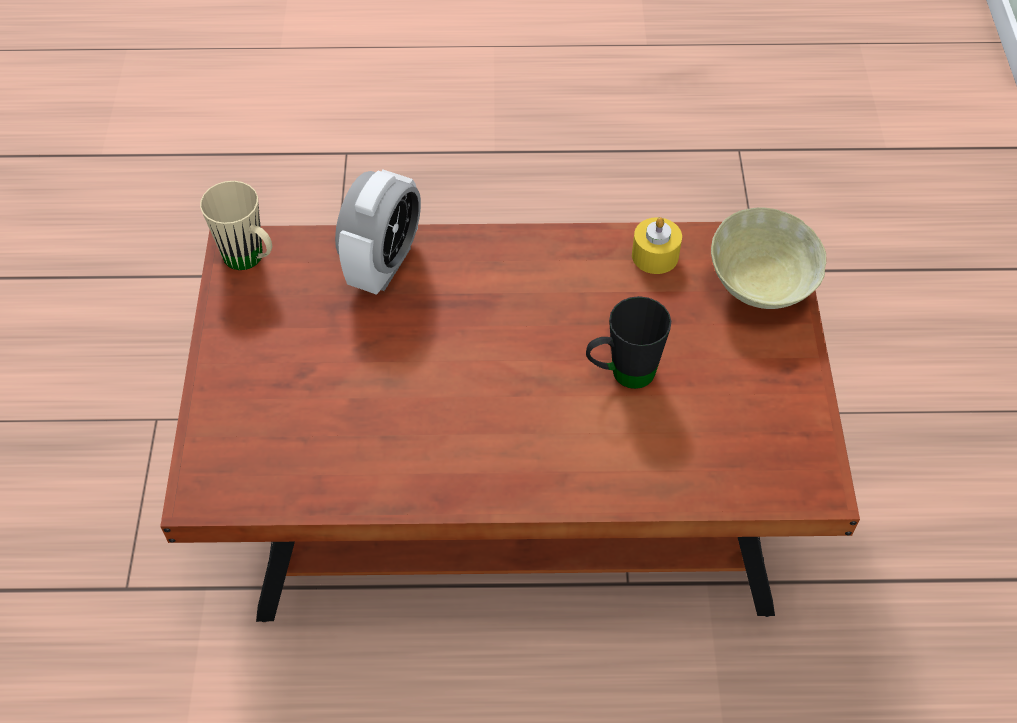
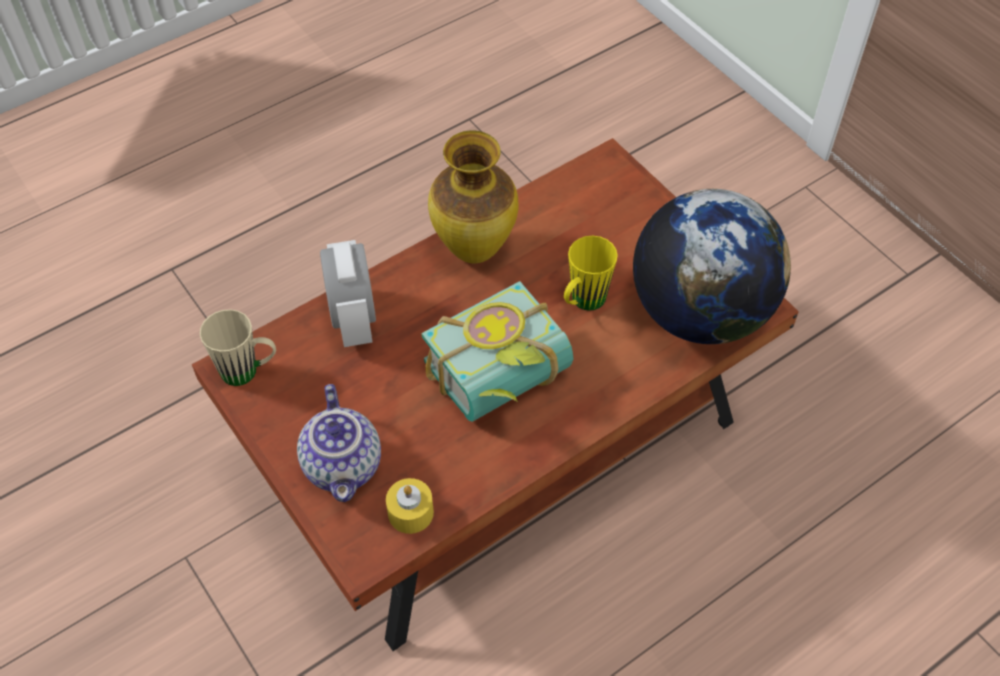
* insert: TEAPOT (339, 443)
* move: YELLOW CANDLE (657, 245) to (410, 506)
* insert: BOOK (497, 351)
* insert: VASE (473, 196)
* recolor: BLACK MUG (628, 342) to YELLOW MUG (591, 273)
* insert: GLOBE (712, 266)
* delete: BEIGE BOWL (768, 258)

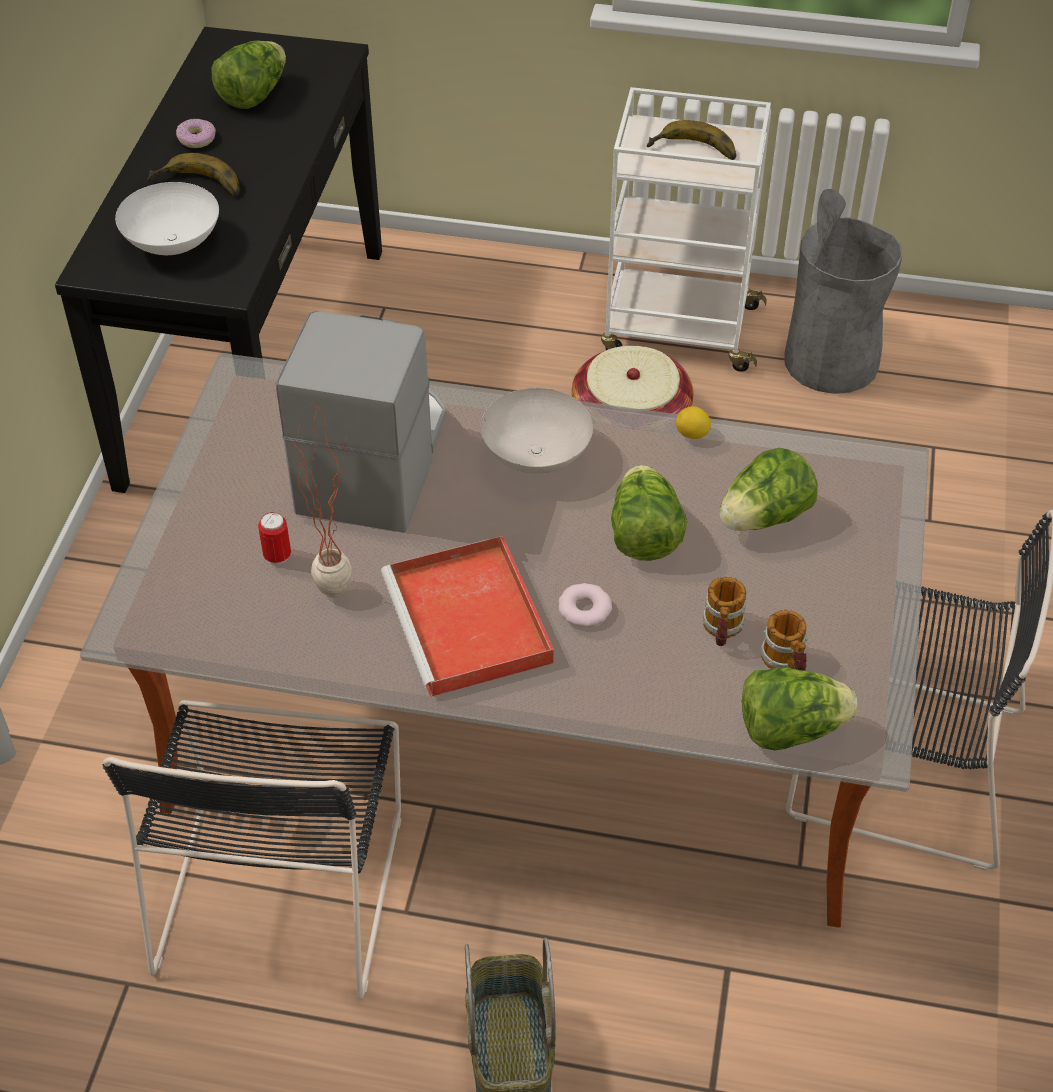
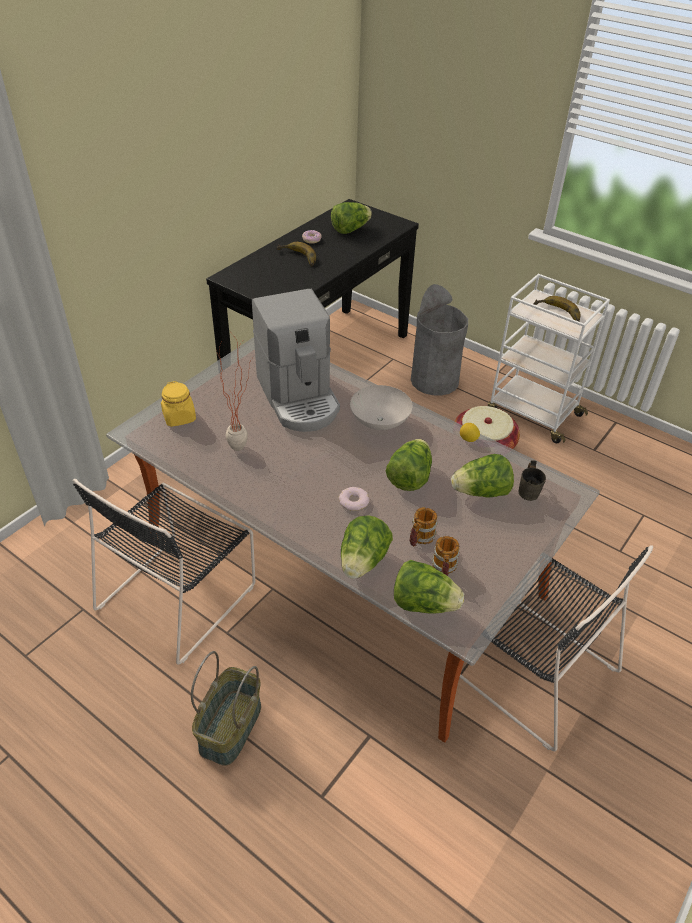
* insert: YELLOW JAR (178, 404)
* rotate: COFFEE MACHINE (361, 422) = (296, 360) 120 degrees clockwise
* insert: LETTUCE (367, 547)
* move: GREY TRASH CAN (843, 291) to (439, 339)
* insert: GREY MUG (532, 480)
* delete: WHITE BOWL (167, 218)
* delete: CAN (274, 538)
* delete: RED TRAY (467, 616)

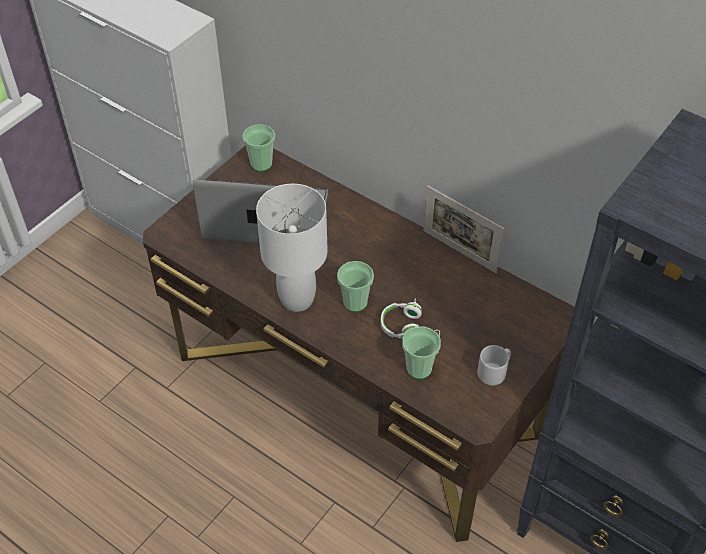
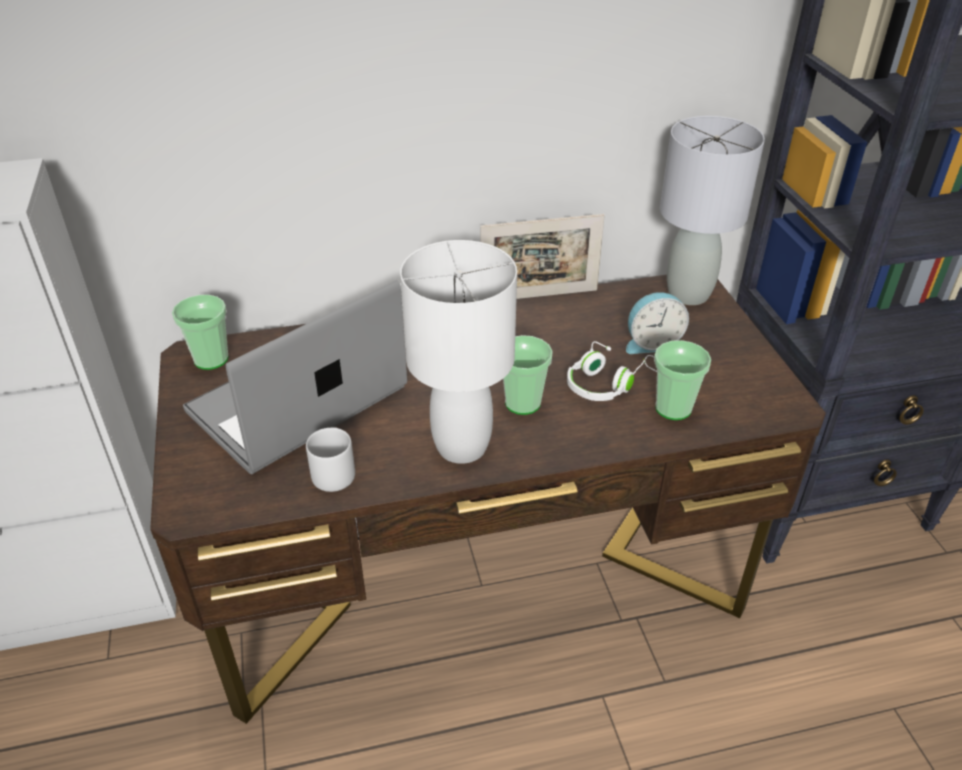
* move: GREY MUG (494, 365) to (330, 459)
* insert: ALARM CLOCK (657, 323)
* insert: GREY TABLE LAMP (712, 210)

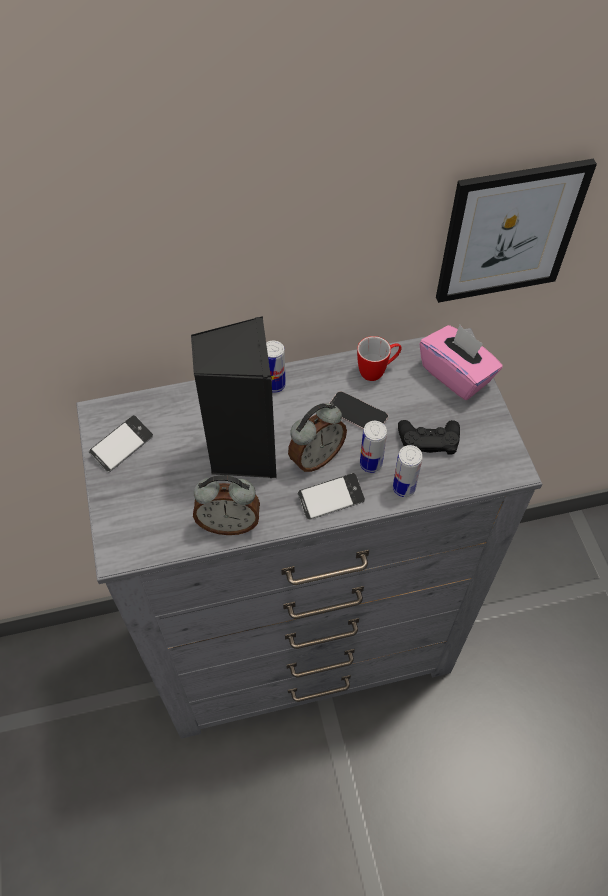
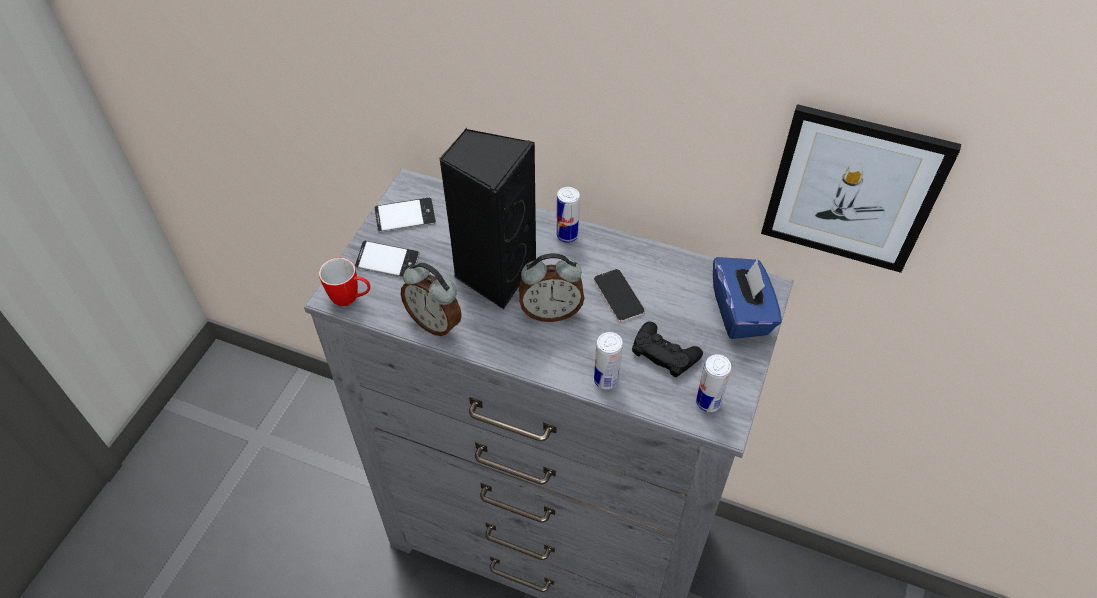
* move: MUG (379, 358) to (345, 282)
* move: PHONE (331, 496) to (387, 259)
* move: CAN (373, 447) to (713, 383)
* recolor: PINK TISSUE BOX (461, 362) to BLUE TISSUE BOX (747, 298)

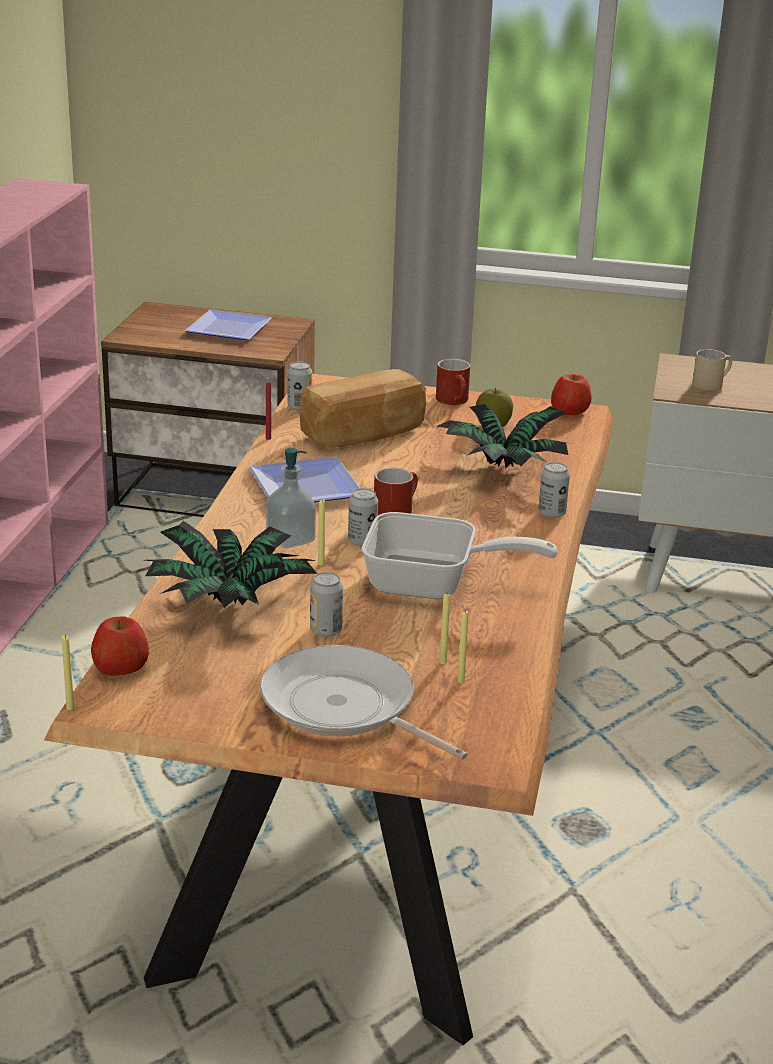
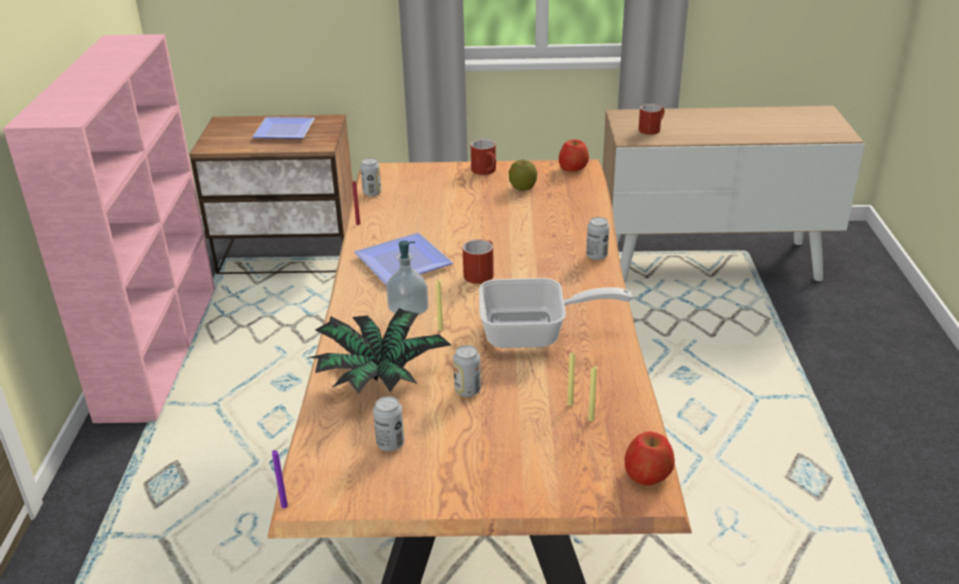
* recolor: YELLOW CANDLE (68, 672) to PURPLE CANDLE (280, 479)
* move: CAN (363, 517) to (389, 423)
* move: APPLE (120, 646) to (650, 458)
* recolor: BEIGE MUG (712, 370) to RED MUG (651, 119)
* delete: FRYING PAN (364, 702)
* delete: BREAD (362, 408)
* delete: POTTED PLANT (504, 436)

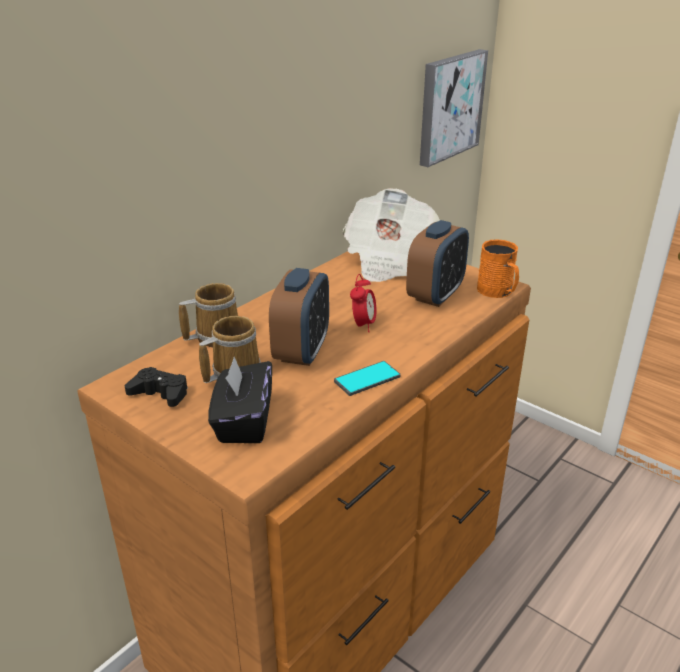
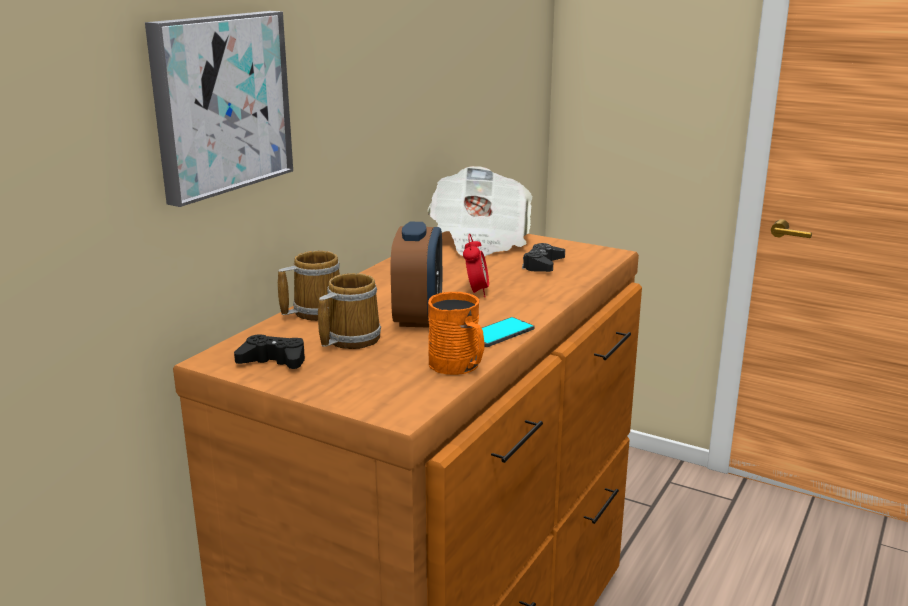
* move: PICTURE (454, 108) to (219, 109)
* move: ORANGE MUG (498, 269) to (456, 333)
* replace: ALARM CLOCK (437, 263) to BLACK GAME CONTROLLER (543, 257)
* delete: BLACK TISSUE BOX (240, 400)

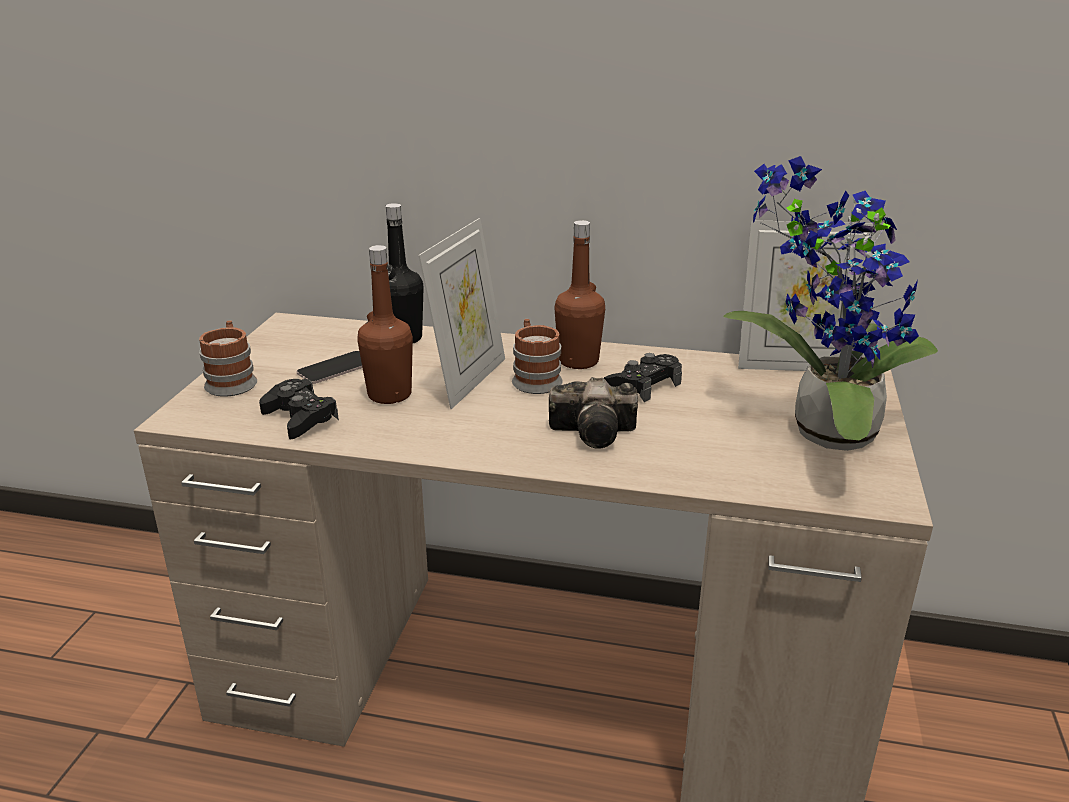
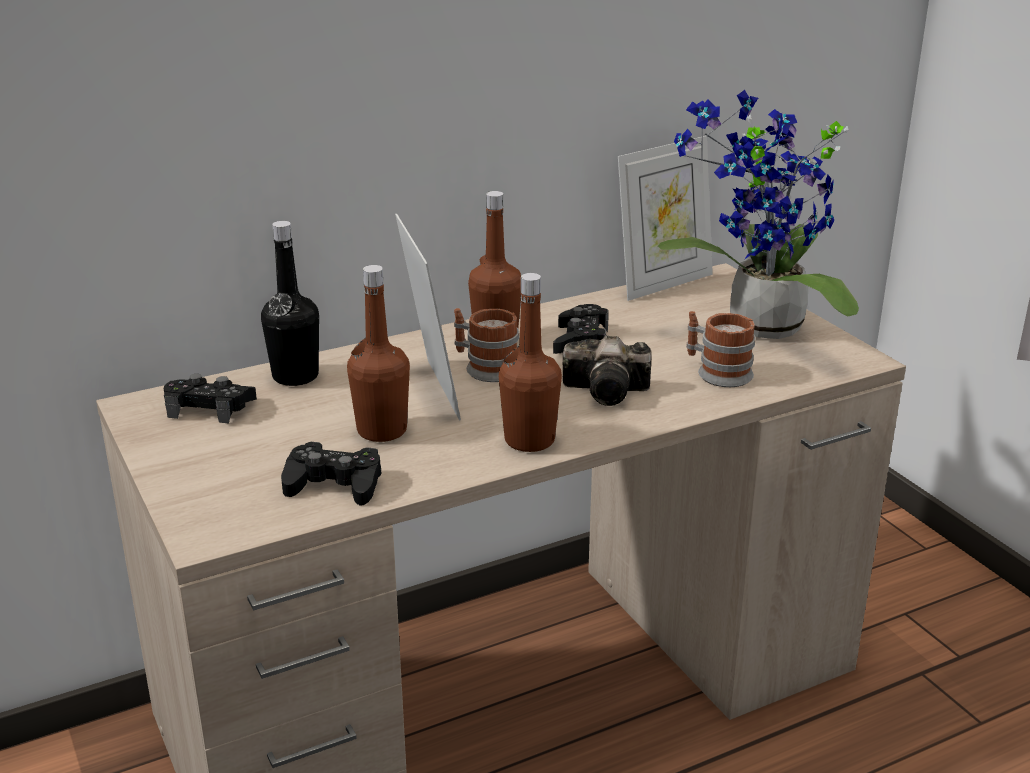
* insert: BLACK GAME CONTROLLER (210, 399)
* insert: BROWN BOTTLE (530, 362)
* rotate: PHOTO CAMERA (593, 413) = (607, 370) 45 degrees clockwise
* move: MUG (228, 358) to (721, 349)
* delete: PHONE (329, 367)

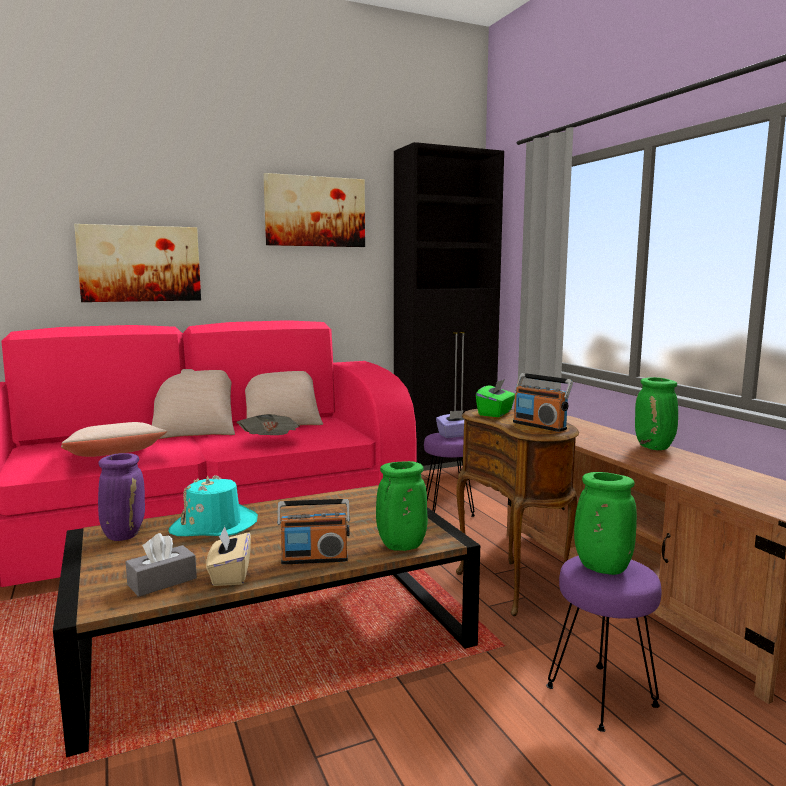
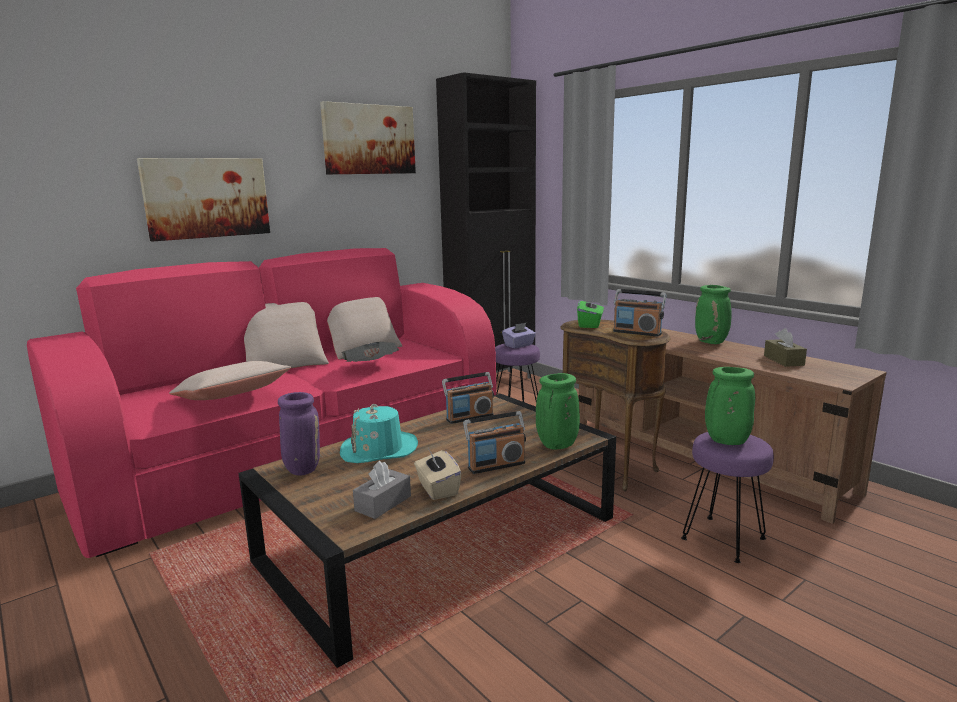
* insert: RADIO (468, 398)
* insert: BROWN TISSUE BOX (785, 347)

